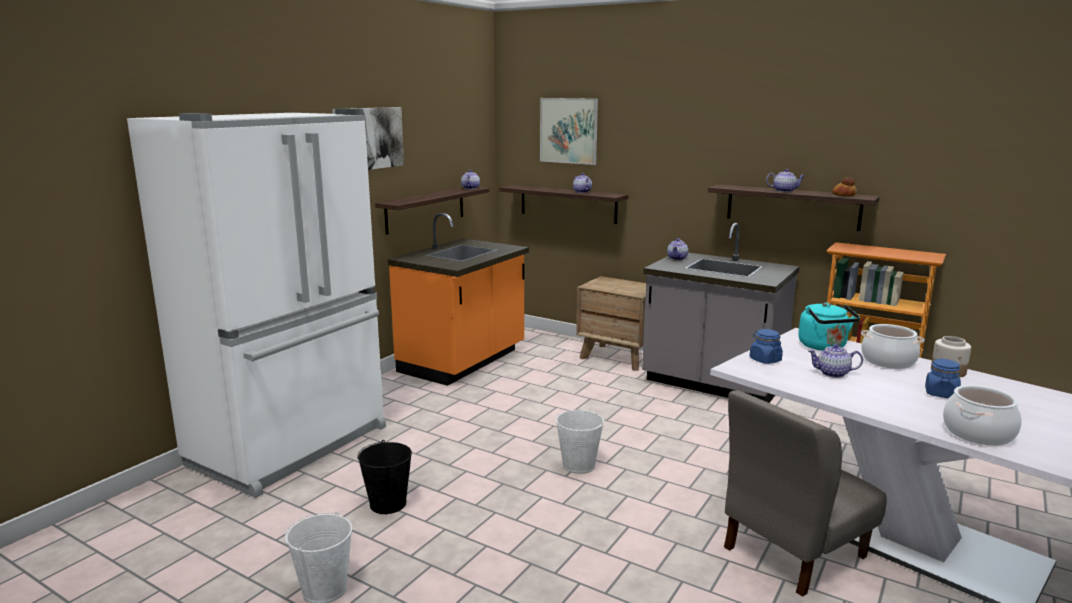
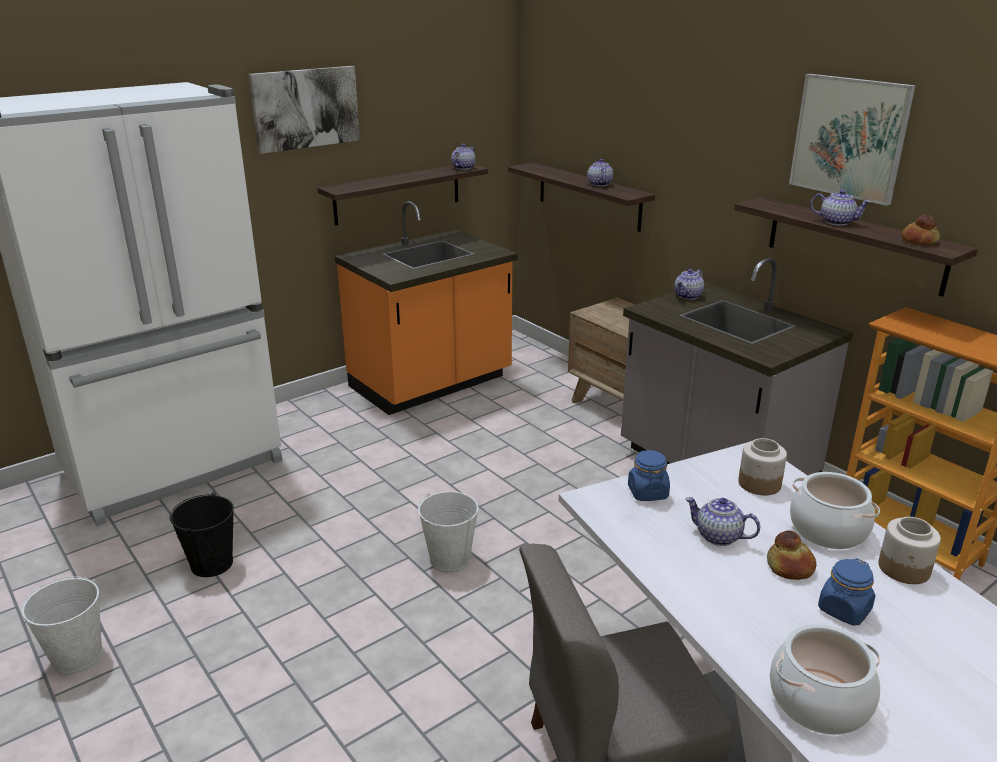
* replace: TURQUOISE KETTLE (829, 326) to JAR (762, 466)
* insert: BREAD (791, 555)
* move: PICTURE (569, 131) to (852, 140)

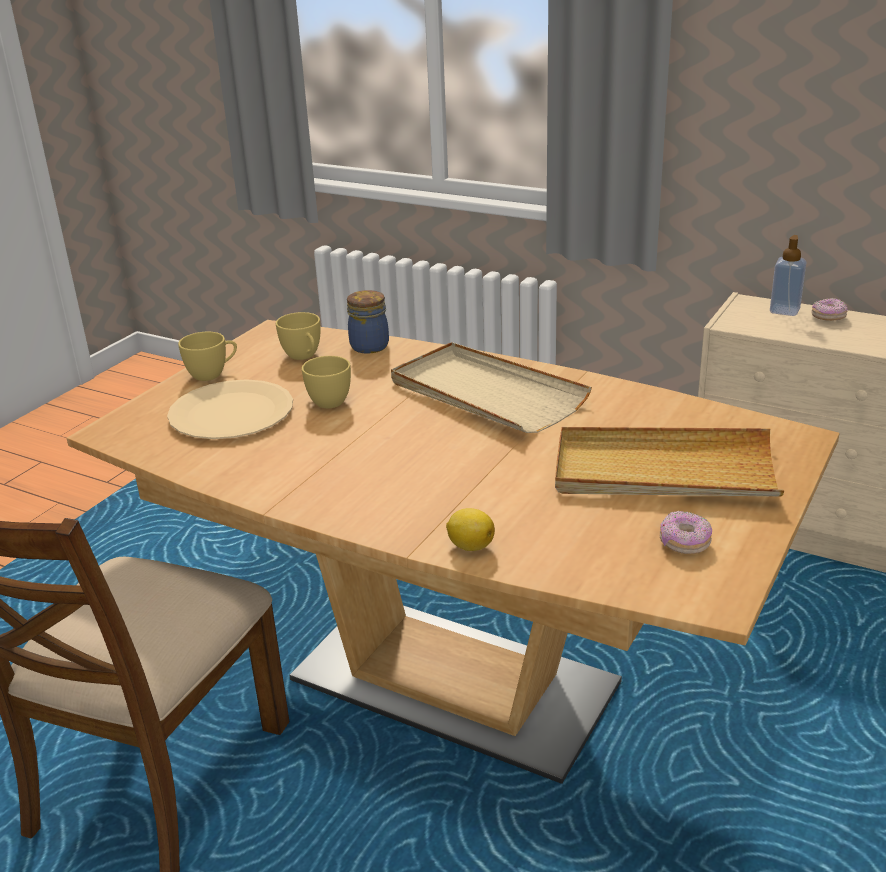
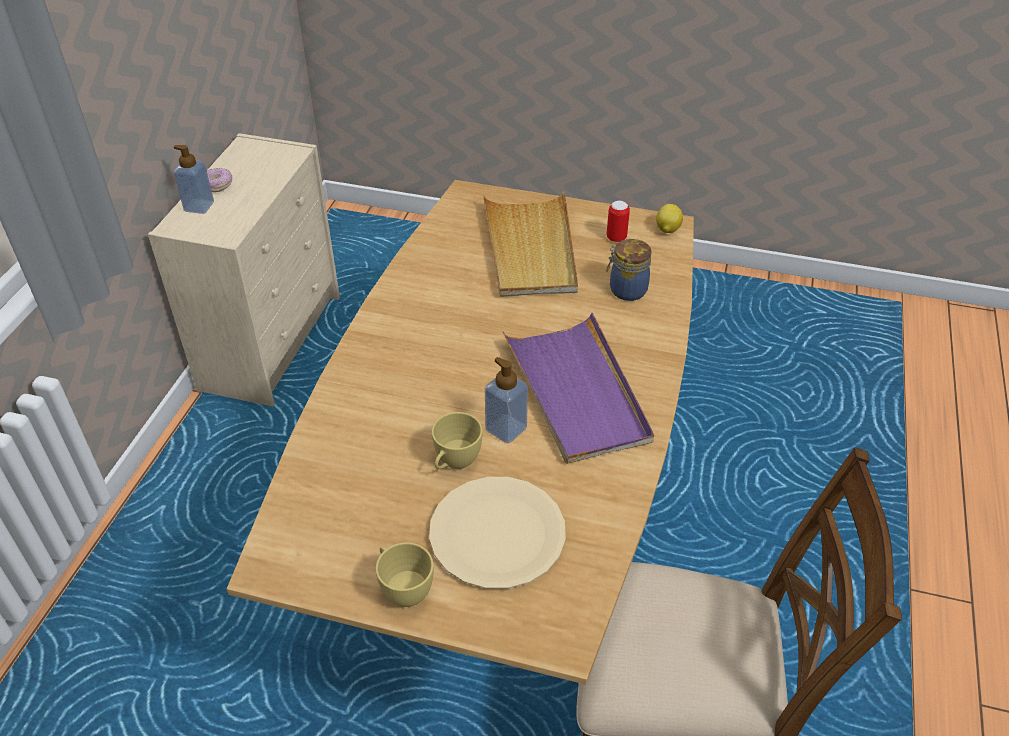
* insert: SOAP DISPENSER (506, 400)
* insert: PURPLE TRAY (578, 388)
* move: JAR (368, 322) to (629, 270)
* replace: DONUT (686, 532) to CAN (618, 221)
* move: LEMON (470, 529) to (669, 218)
* delete: YELLOW CUP (298, 336)
* delete: BEIGE TRAY (491, 387)

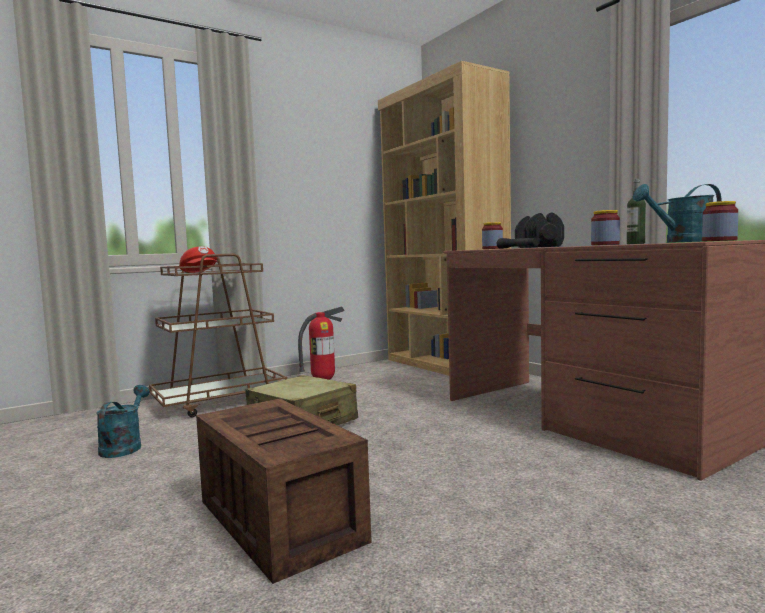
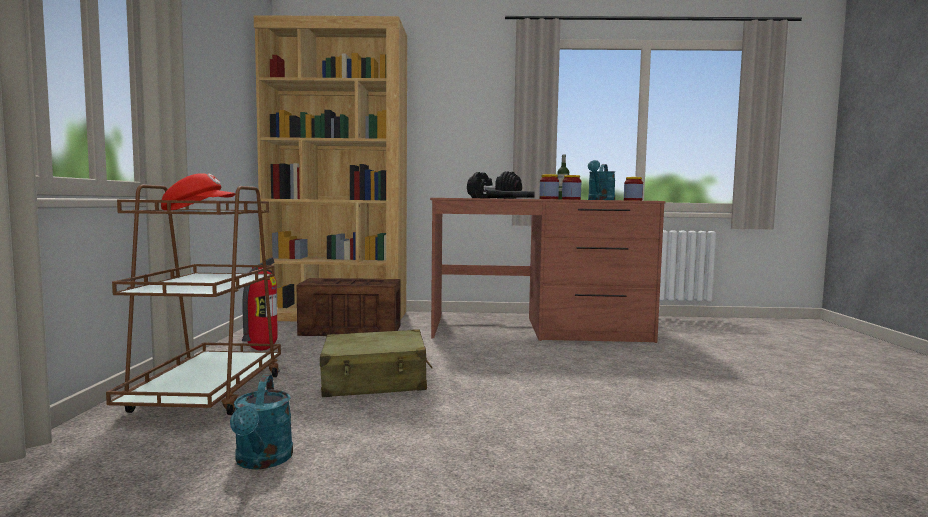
* rotate: TURQUOISE WATERING CAN (123, 421) = (261, 421) 135 degrees counterclockwise
* move: CRATE (284, 491) to (349, 307)
* move: JAR (492, 235) to (549, 186)

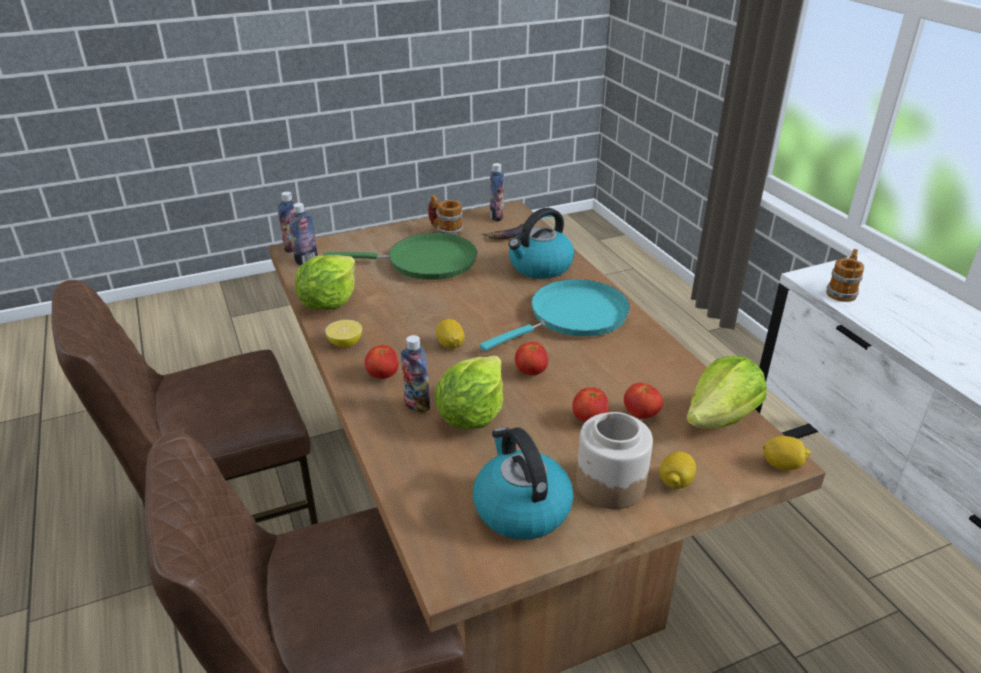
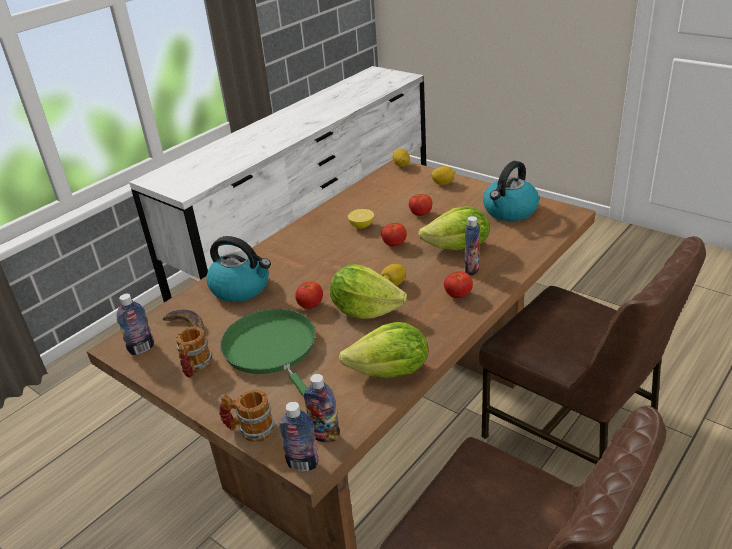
* move: MUG (845, 275) to (247, 415)
* move: TOMATO (643, 401) to (309, 295)
* move: LETTUCE (726, 392) to (368, 291)
* move: LEMON (343, 334) to (361, 219)
* delete: TURQUOISE FRYING PAN (554, 315)
* delete: JAR (614, 460)

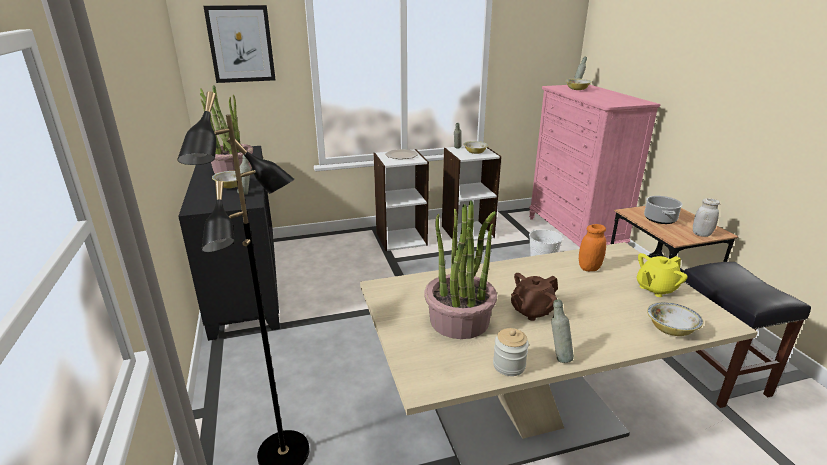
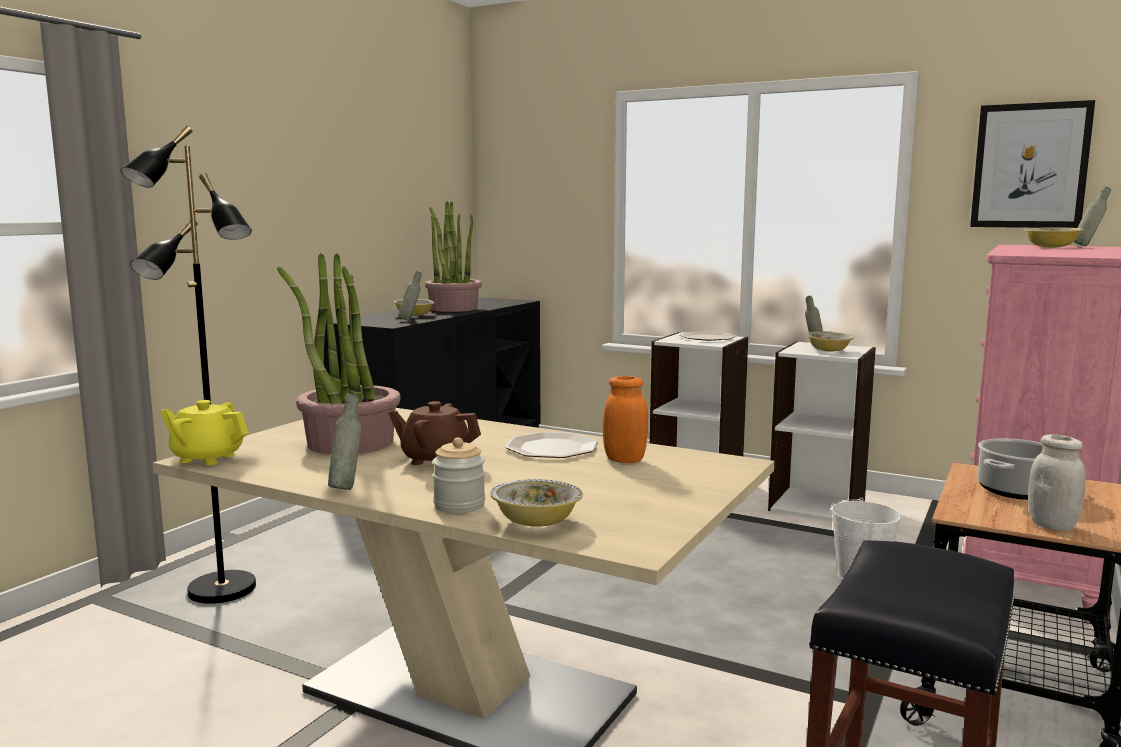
* move: YELLOW TEAPOT (662, 275) to (204, 432)
* move: JAR (511, 352) to (458, 475)
* insert: PLATE (551, 445)
* move: PICTURE (239, 44) to (1032, 164)

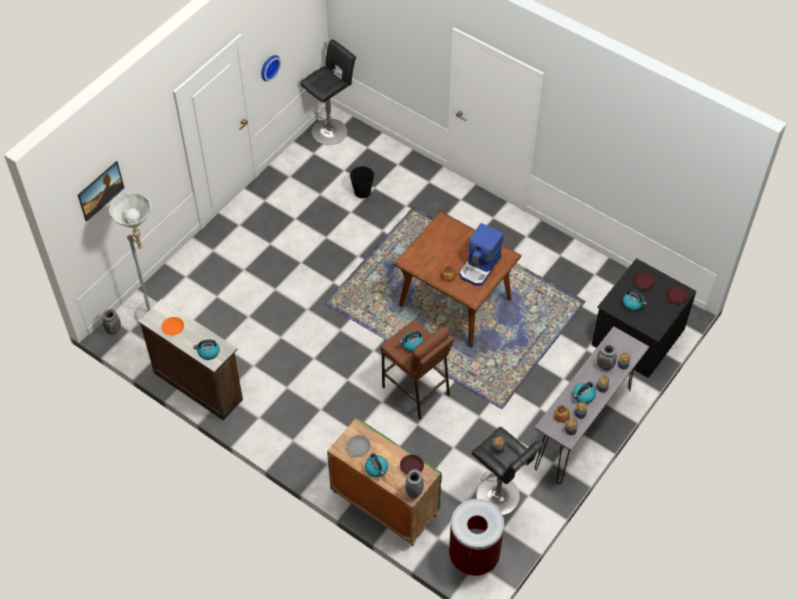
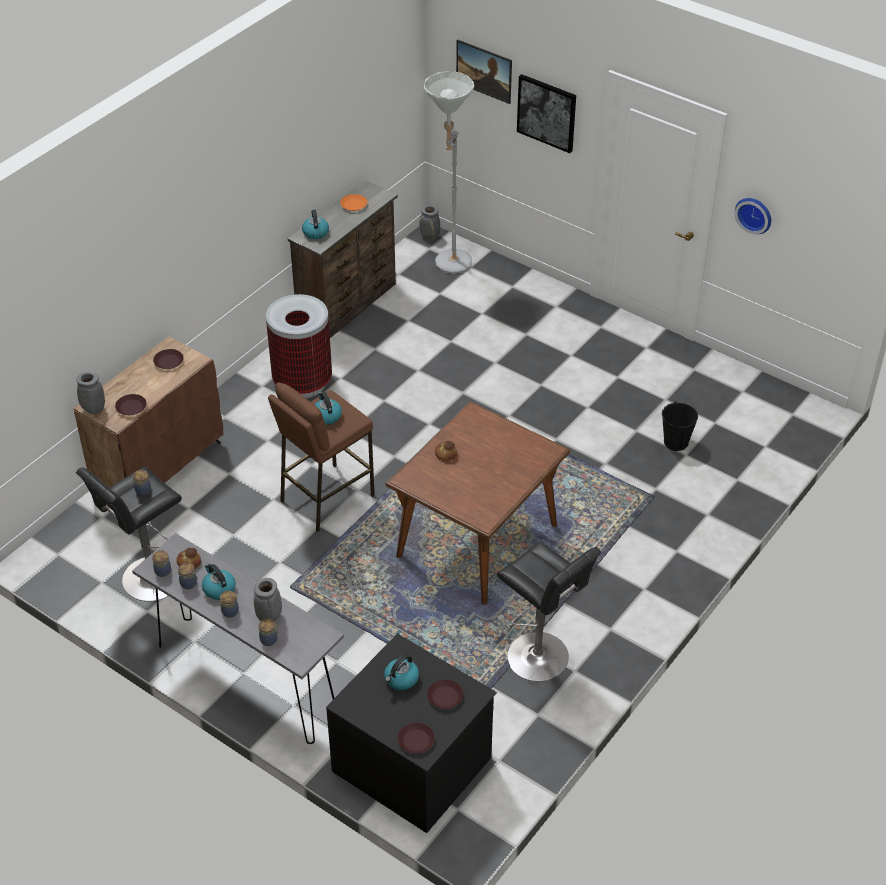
* recolor: GREEN CABINET (384, 481) to BROWN CABINET (148, 412)
* recolor: GREY PLATE (359, 445) to BROWN PLATE (168, 359)
* move: TRASH CAN (476, 537) to (299, 346)
* move: BLACK STOOL (328, 92) to (549, 612)
* insert: PICTURE (546, 113)
* delete: KETTLE (376, 465)
* delete: COFFEE MACHINE (481, 254)

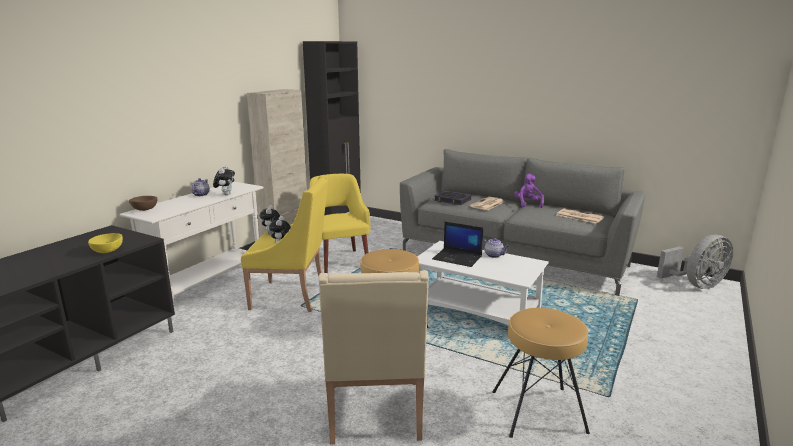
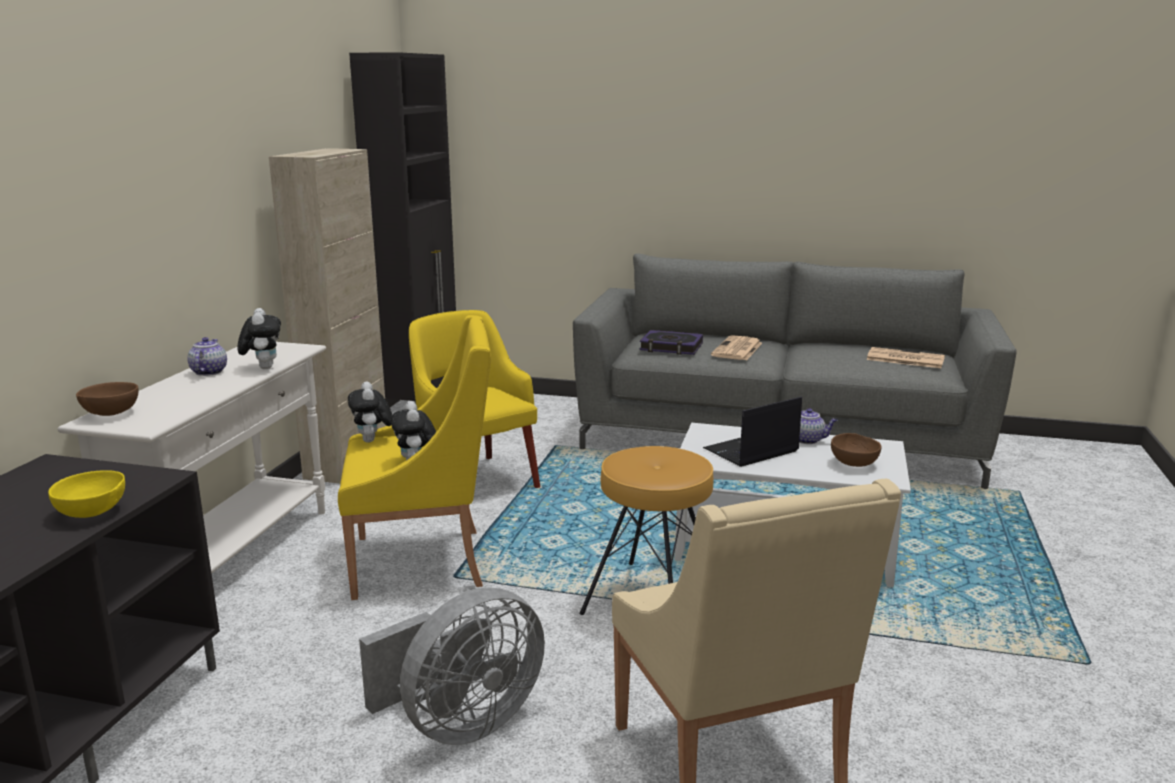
* move: GREY FAN (695, 262) to (452, 666)
* rotate: LAPTOP (457, 244) = (752, 431) 135 degrees clockwise
* insert: BROWN BOWL (856, 450)
* delete: BROWN STOOL (541, 373)
* delete: PURPLE PLUSH TOY (529, 190)

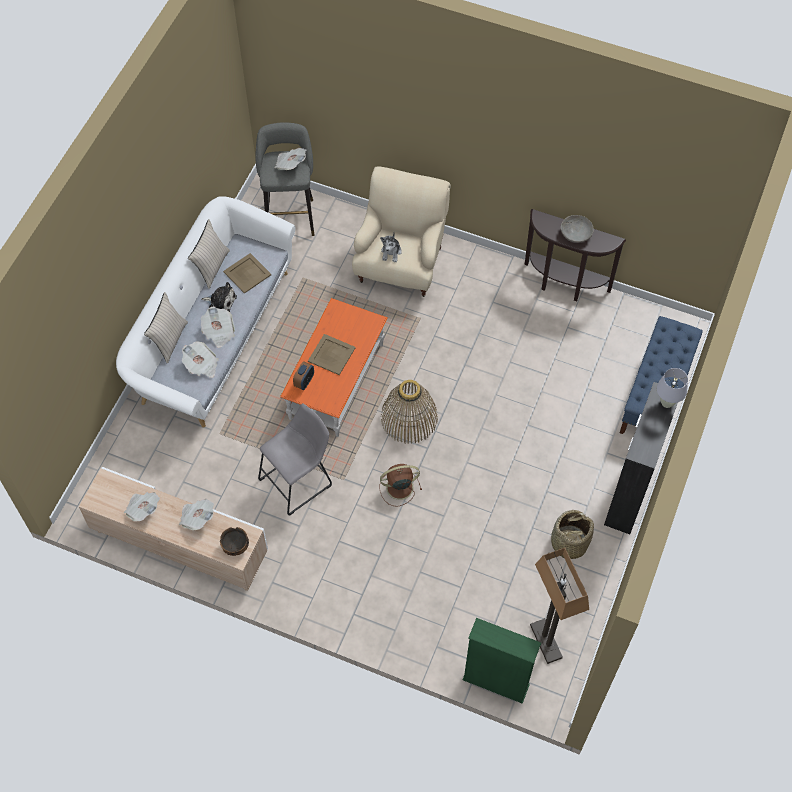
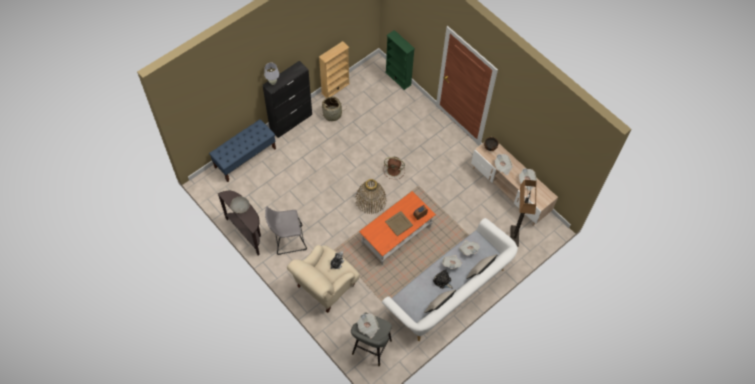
* move: GREY STOOL (295, 459) to (286, 230)
* insert: BEIGE BOOKCASE (334, 69)
* move: FLOOR LAMP (559, 606) to (523, 213)
* delete: BEIGE TRAY (247, 273)

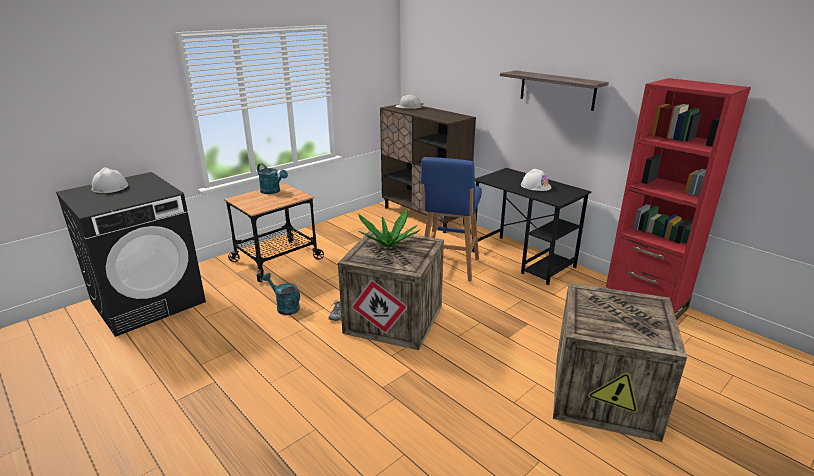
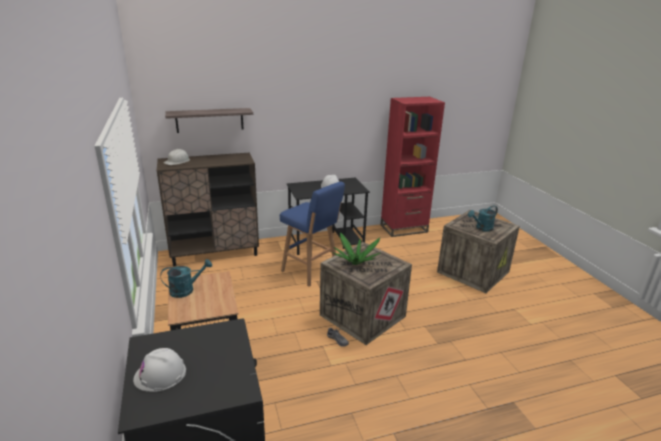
* move: SHELF (554, 90) to (209, 120)
* move: TURQUOISE WATERING CAN (281, 294) to (483, 218)

